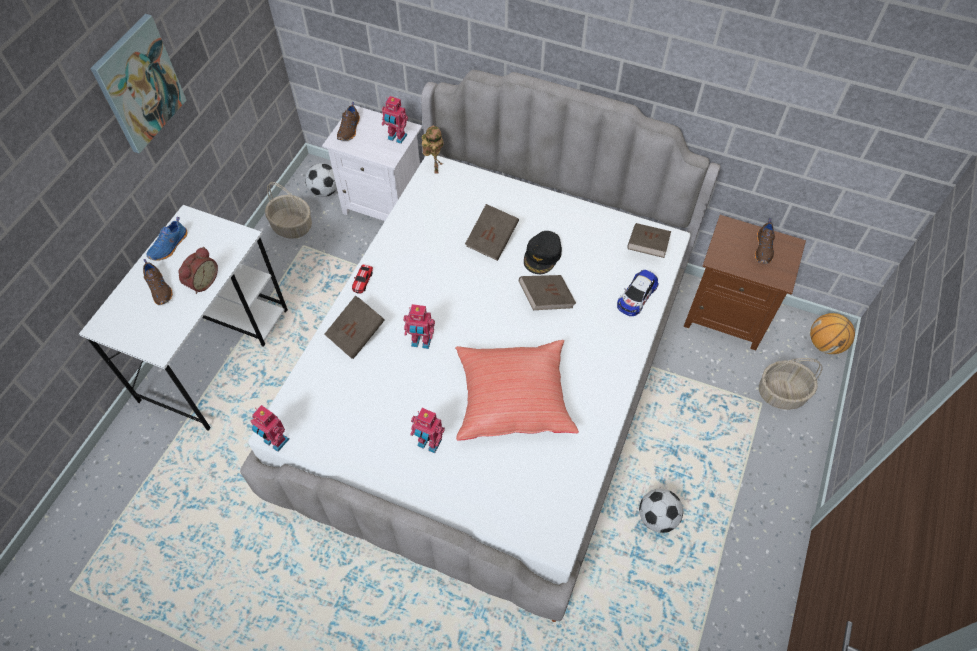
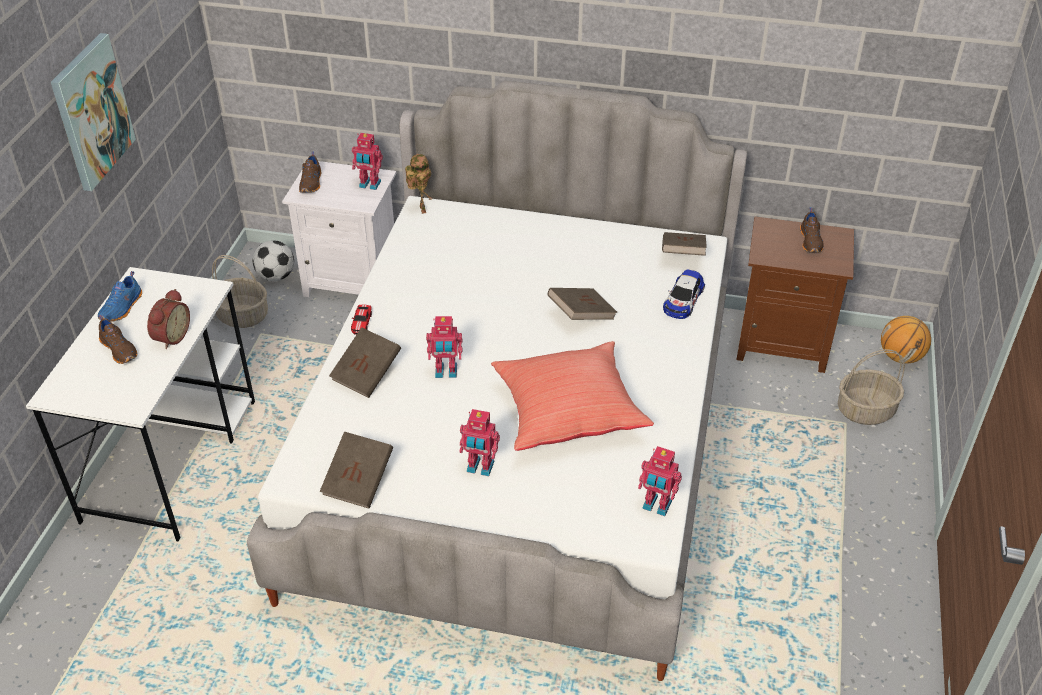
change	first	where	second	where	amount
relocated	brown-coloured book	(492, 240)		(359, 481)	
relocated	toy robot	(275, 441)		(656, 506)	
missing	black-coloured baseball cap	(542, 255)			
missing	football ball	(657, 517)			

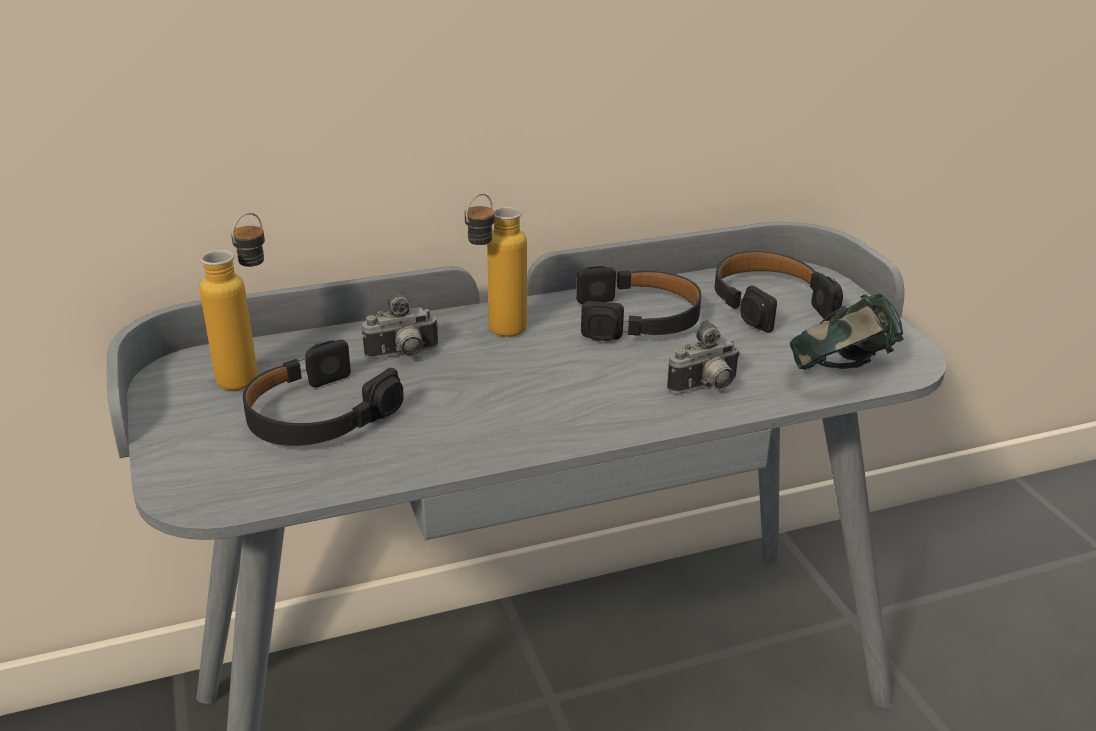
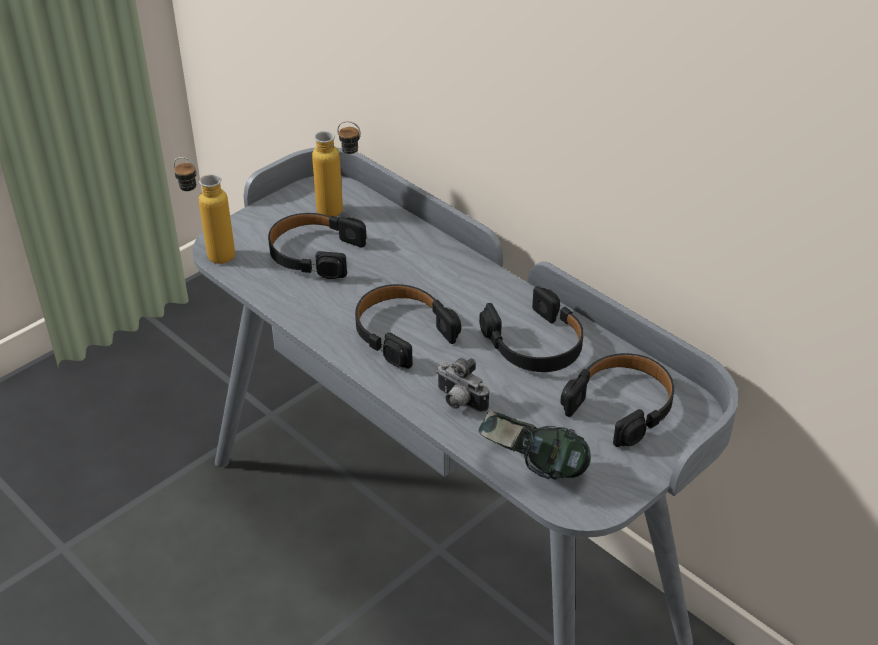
change	first	where	second	where	amount
relocated	beverage bottle	(496, 334)		(211, 254)	
appeared			black-coloured pair of headphones	(402, 332)	
missing	still camera	(403, 355)			

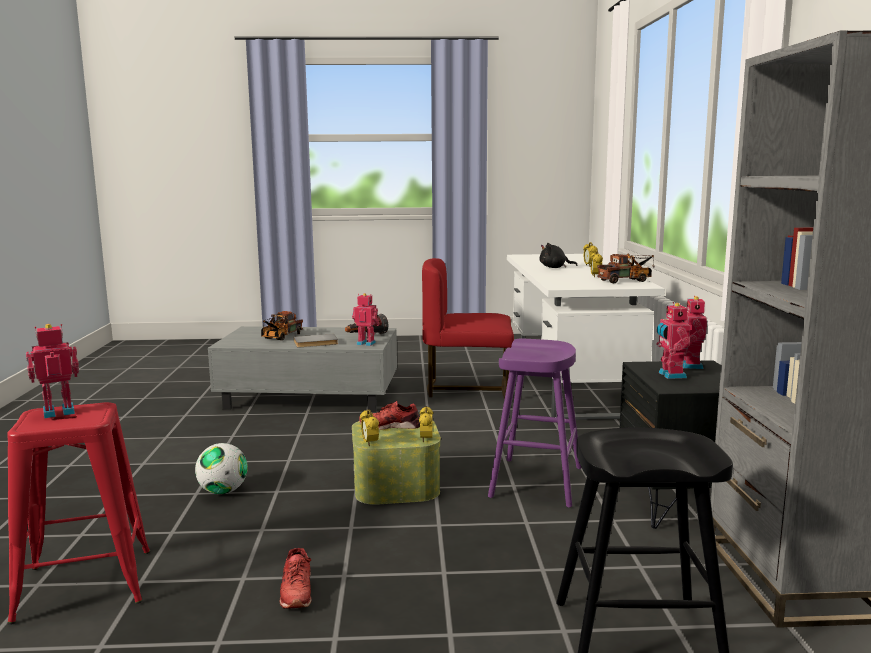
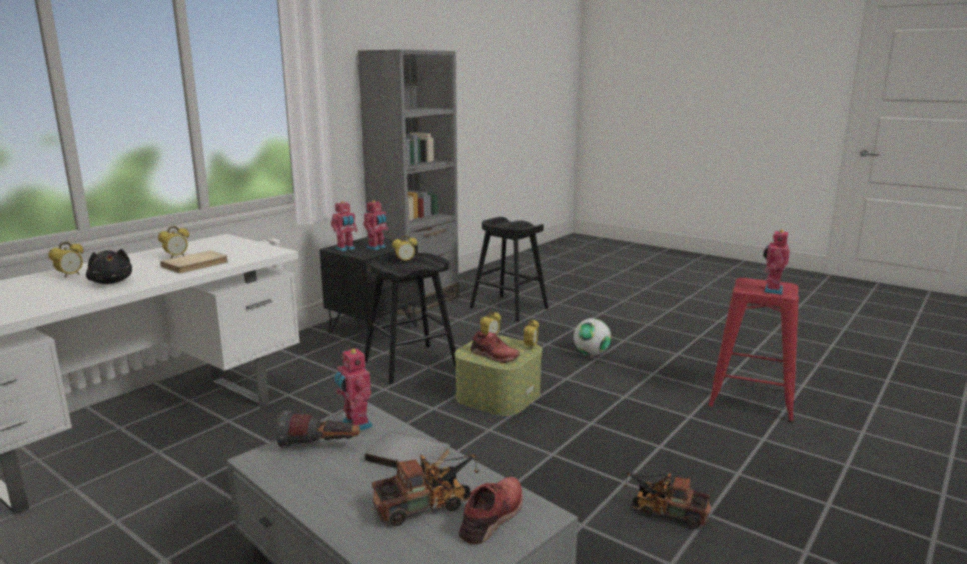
change	first	where	second	where	amount
appeared			sand-coloured book	(196, 265)	
colour	purplish stool seat	(536, 481)	black-coloured stool seat	(410, 364)	
appeared			bedside clock	(405, 261)	
relocated	red-coloured low shoe	(296, 591)		(493, 517)	
relocated	football ball	(223, 491)		(591, 354)	
relocated	model truck	(627, 281)		(664, 511)	
spun	toy robot	(58, 411)		(771, 290)	105 degrees clockwise
missing	red-coloured chair	(468, 389)			

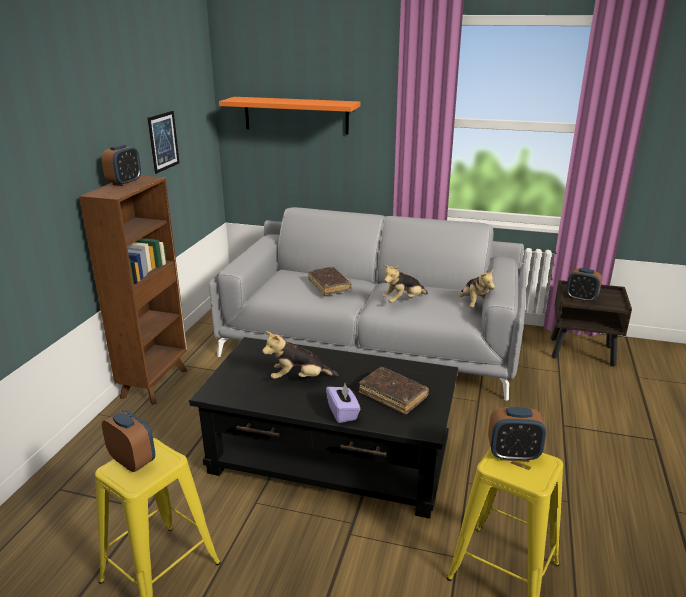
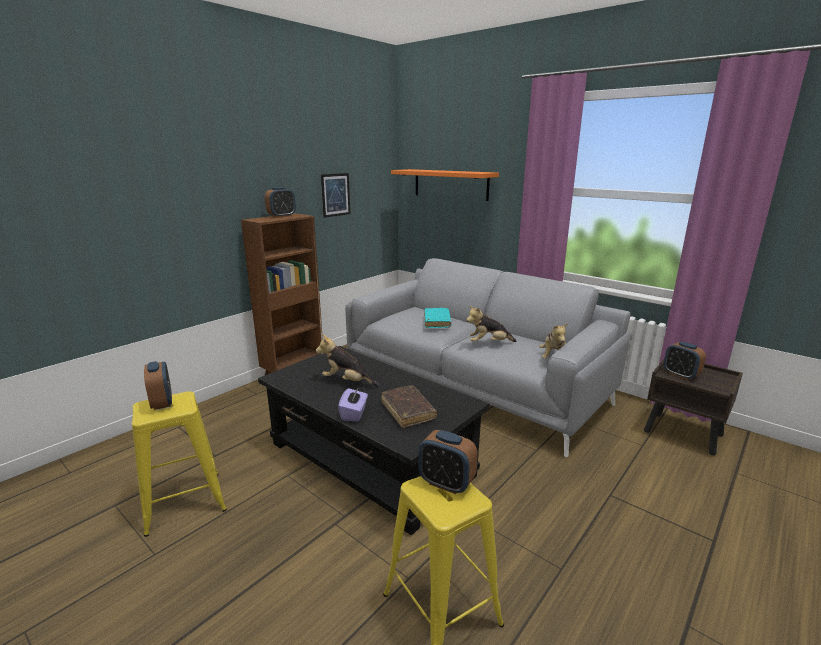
change	first	where	second	where	amount
colour	brown-coloured book	(329, 285)	turquoise book	(437, 322)	

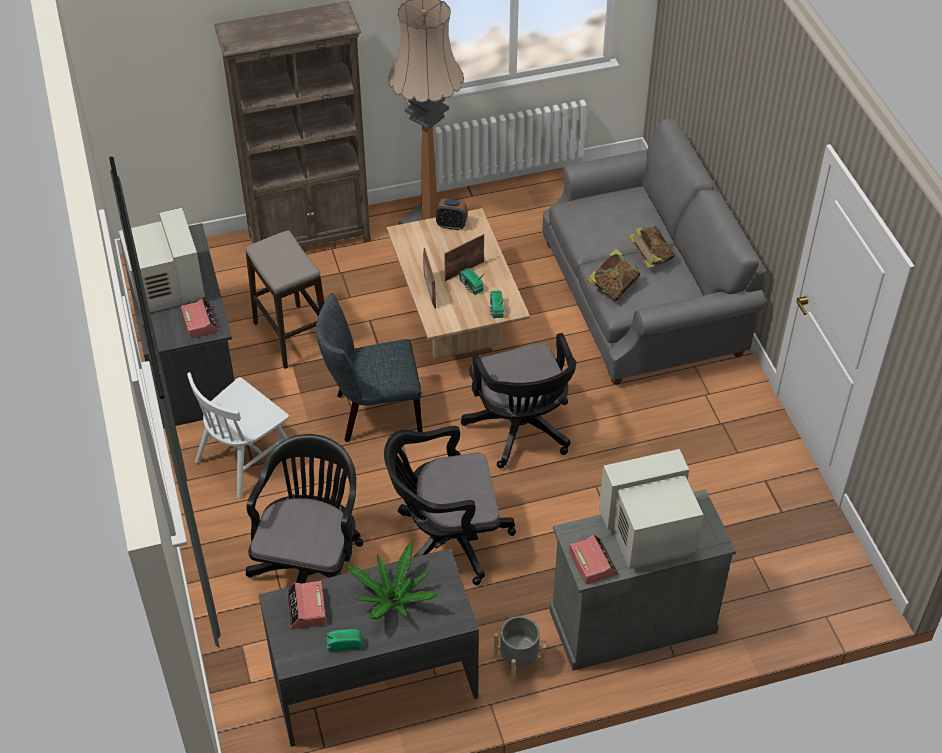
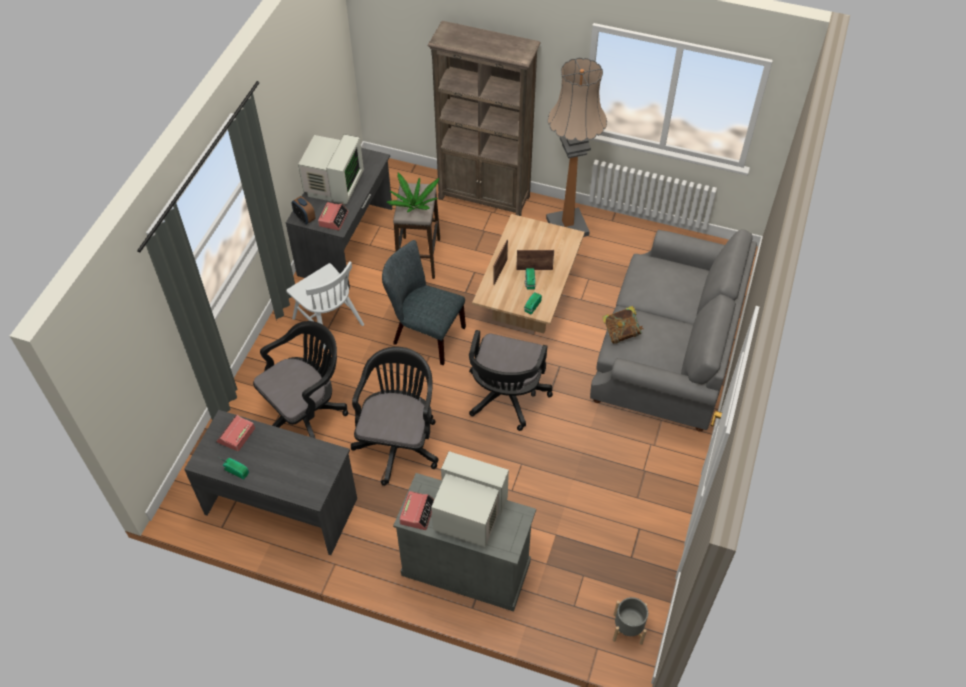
change	first	where	second	where	amount
spun	whitish chair	(246, 458)		(328, 321)	120 degrees counterclockwise
relocated	bedside clock	(451, 225)		(304, 218)	
spun	black-coloured desk chair	(446, 539)		(399, 442)	75 degrees clockwise
relocated	plant in a pot	(392, 599)		(414, 205)	
relocated	grey plant pot	(519, 662)		(628, 628)	
missing	book	(650, 258)			

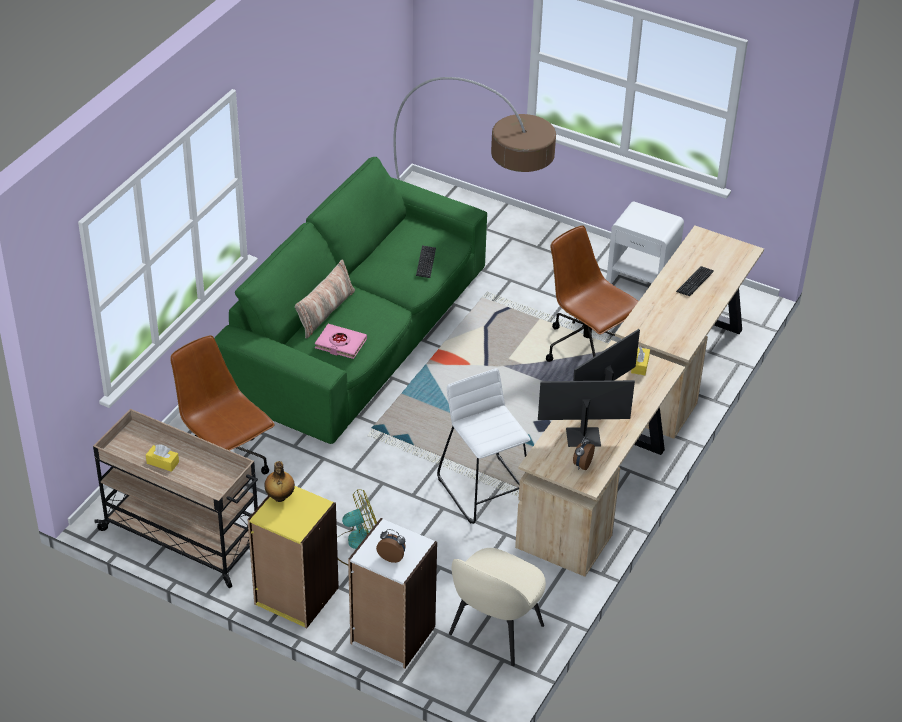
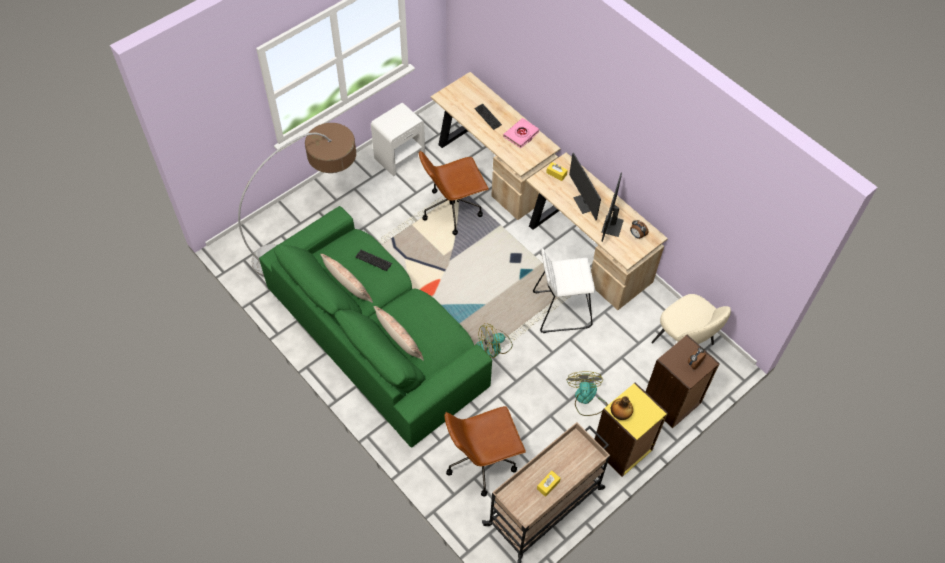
change	first	where	second	where	amount
appeared			throw pillow	(347, 285)	
appeared			fan	(494, 346)	
relocated	pink-coloured book	(340, 344)		(521, 135)	
colour	whitish shelving unit	(392, 635)	brown-coloured shelving unit	(672, 402)	

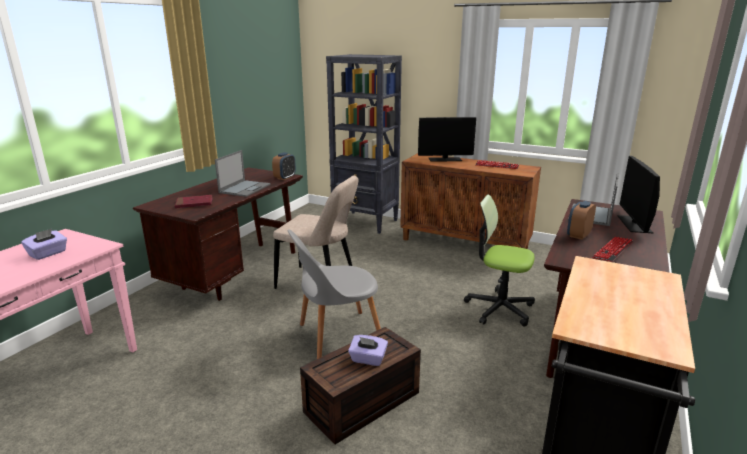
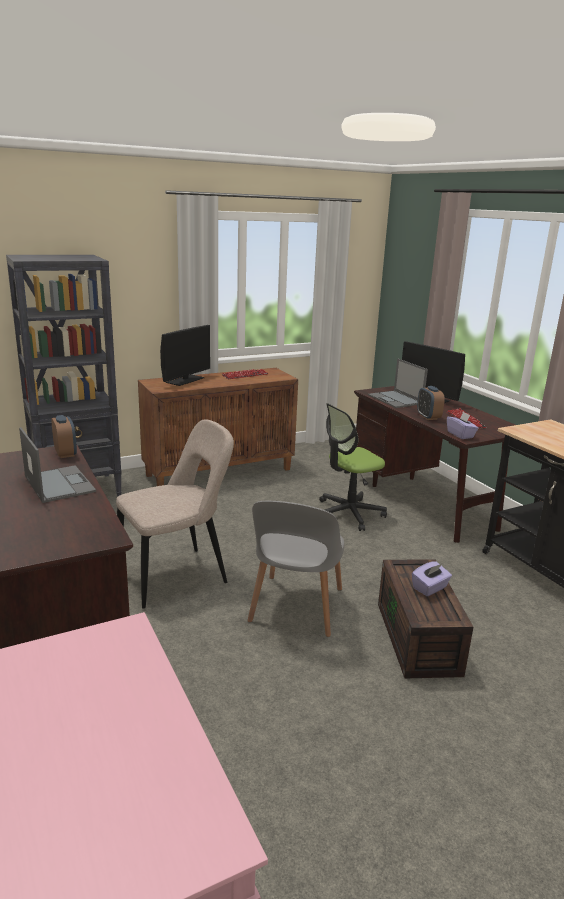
change	first	where	second	where	amount
relocated	purplish tissue holder	(48, 254)		(460, 435)	
missing	red-coloured book	(194, 203)			

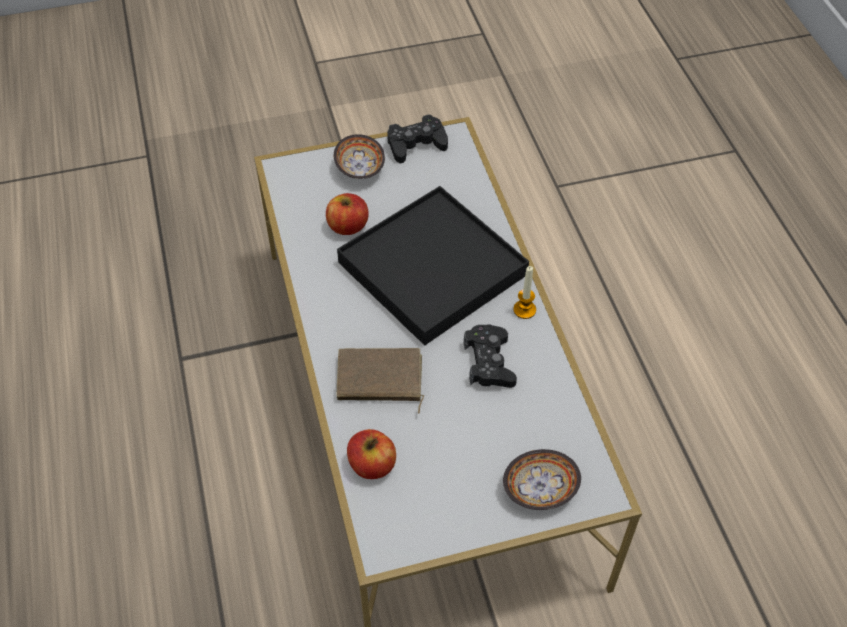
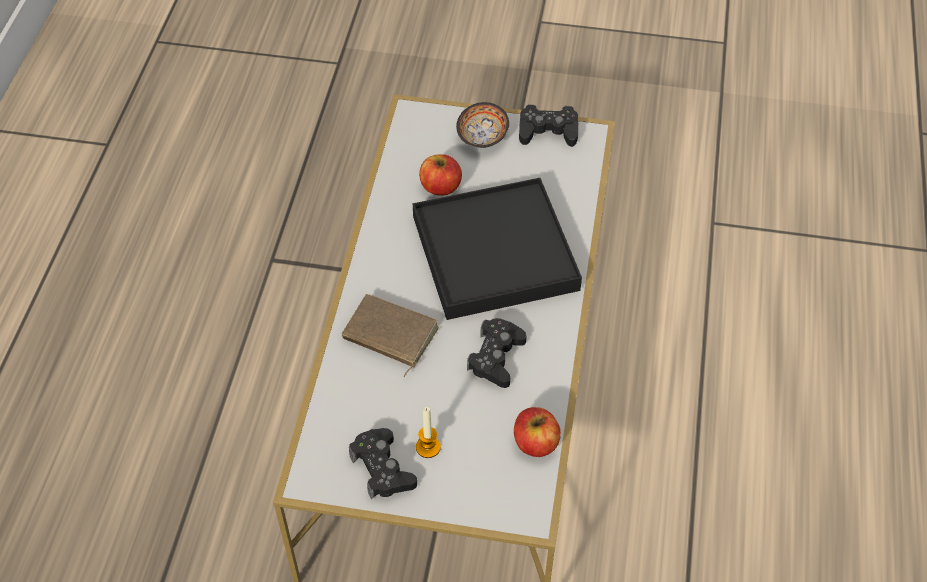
change	first	where	second	where	amount
appeared			black-coloured game controller	(382, 469)	
relocated	candle	(524, 310)		(428, 447)	
relocated	apple fruit	(372, 465)		(535, 443)	
missing	bowl	(540, 489)			

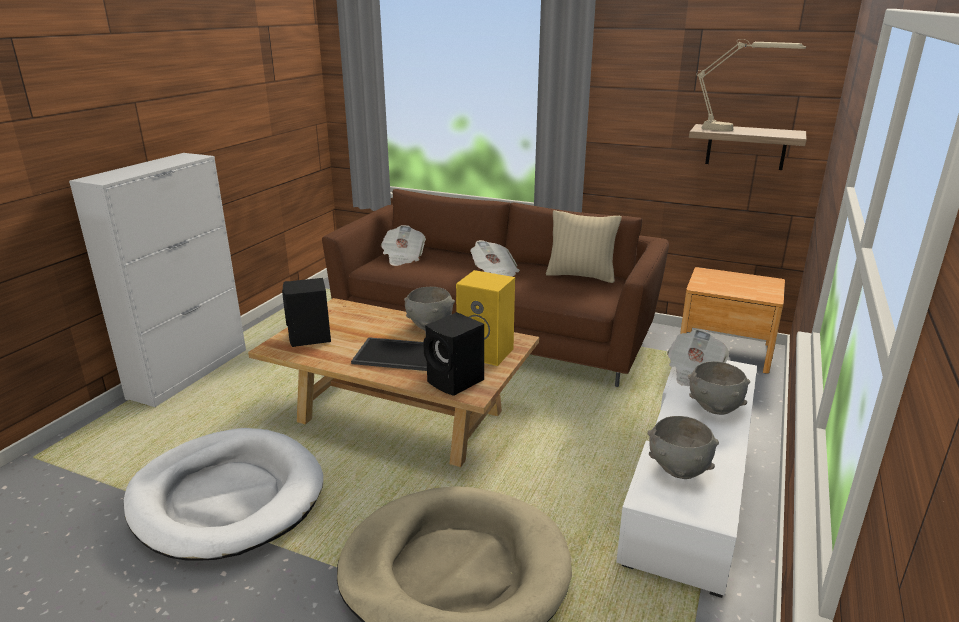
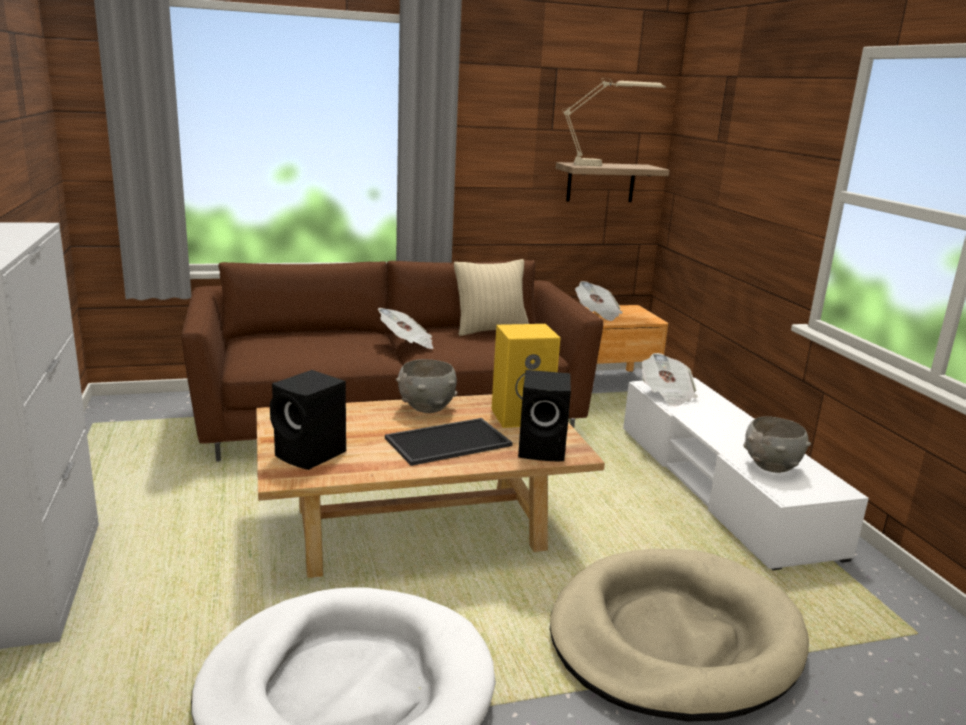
change	first	where	second	where	amount
relocated	daily paper	(403, 257)		(597, 314)	
missing	grey bowl	(714, 408)			

